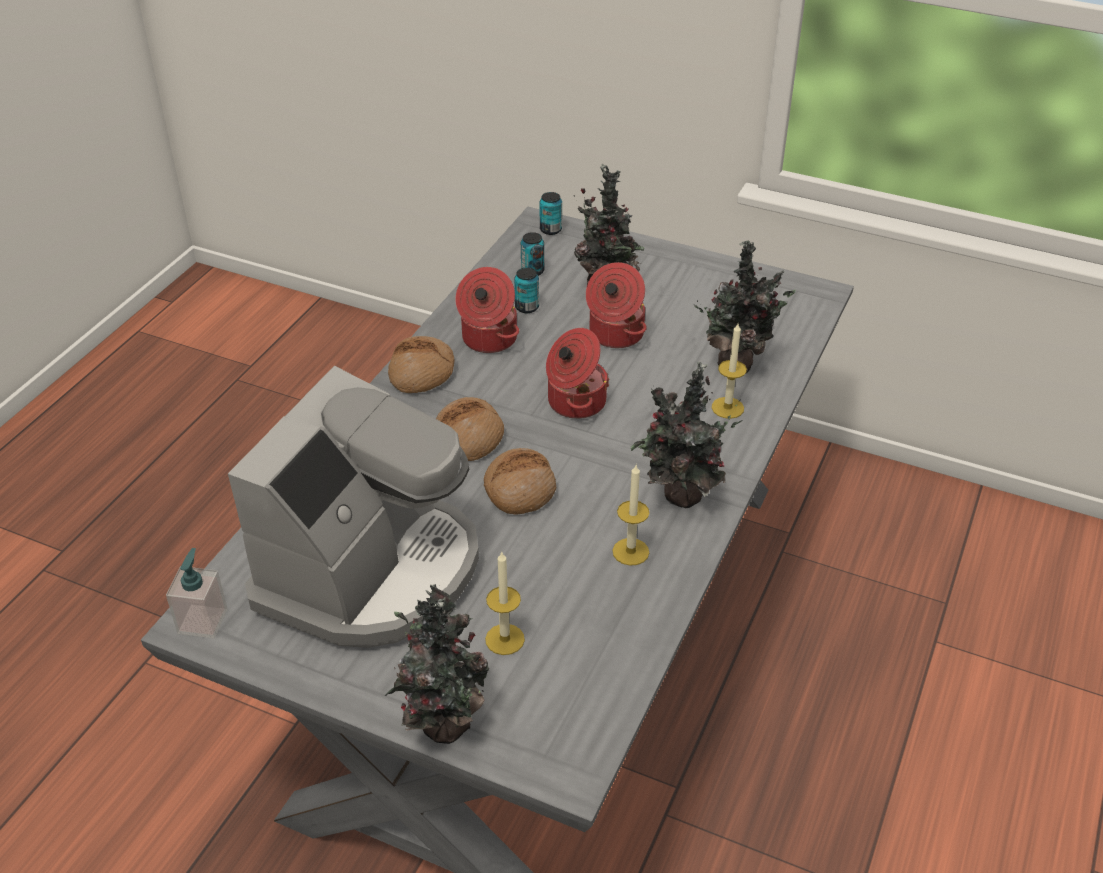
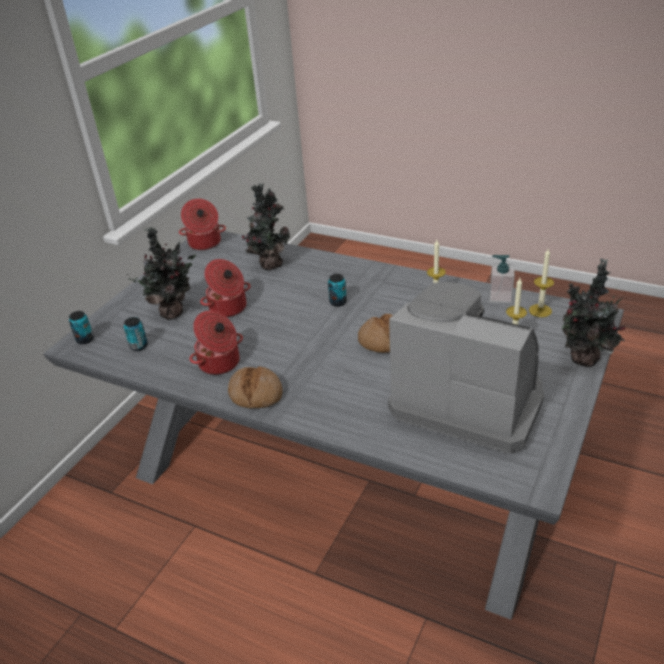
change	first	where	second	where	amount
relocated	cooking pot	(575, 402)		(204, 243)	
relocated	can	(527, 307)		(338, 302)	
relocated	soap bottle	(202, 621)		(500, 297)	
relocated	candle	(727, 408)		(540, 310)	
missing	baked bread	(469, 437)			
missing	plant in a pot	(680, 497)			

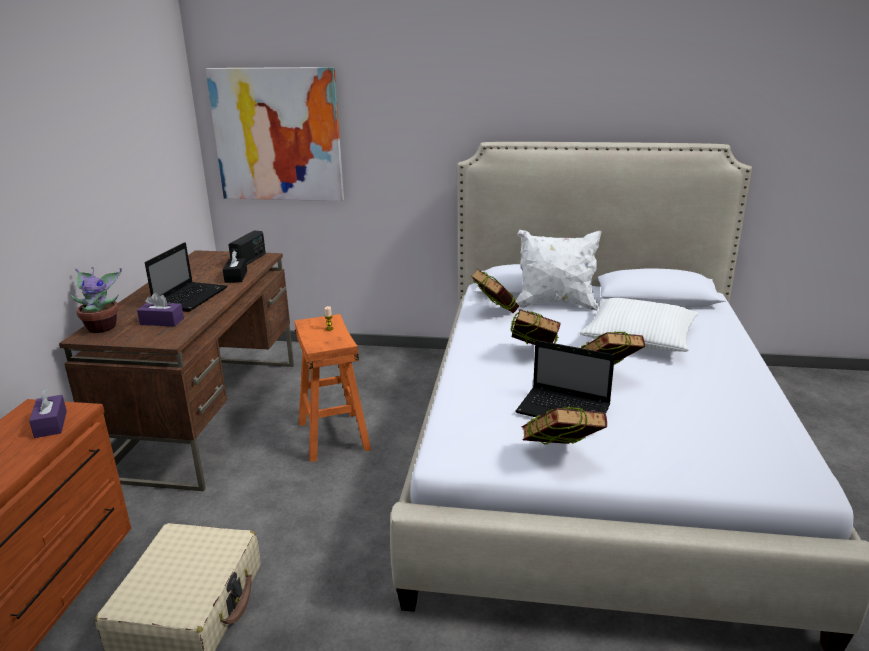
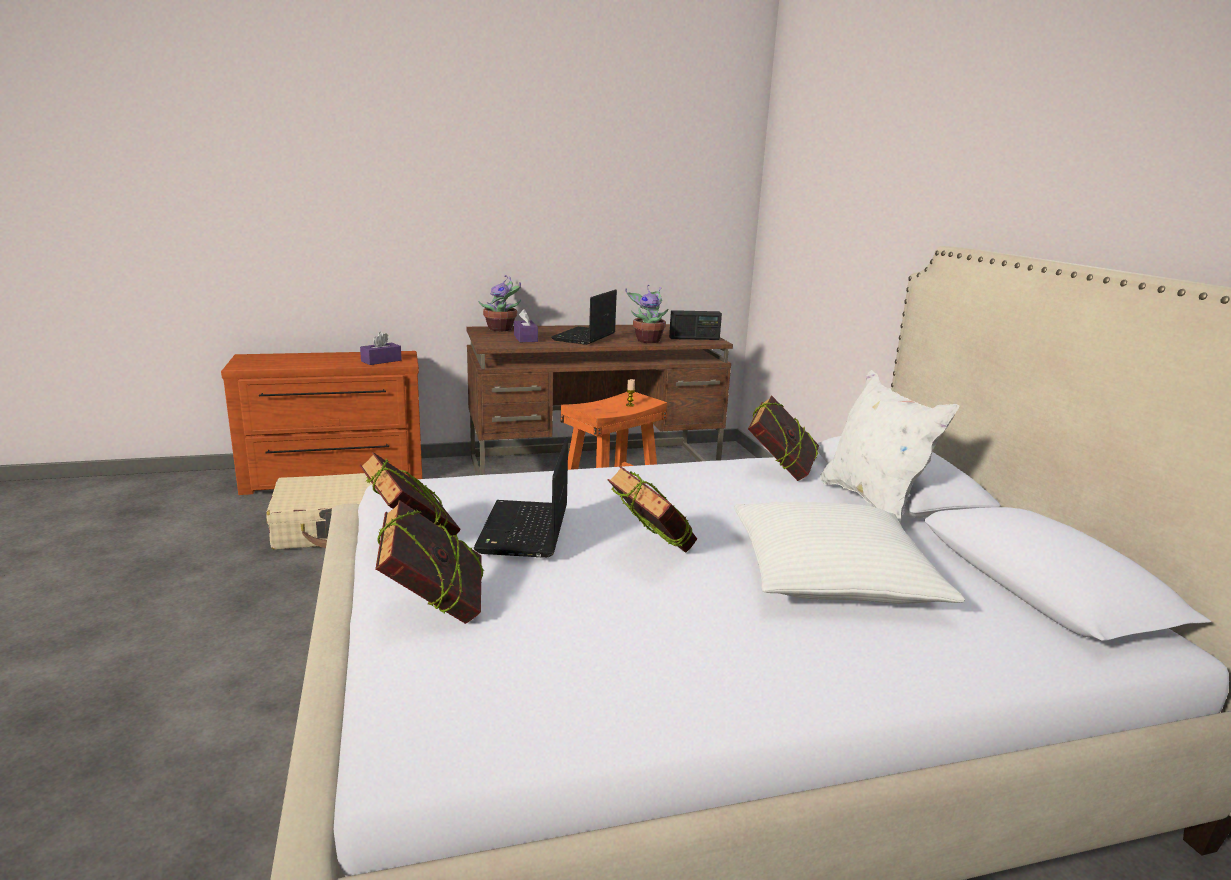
change	first	where	second	where	amount
relocated	book	(533, 355)		(434, 610)	
spun	notebook computer	(191, 297)		(584, 337)	120 degrees clockwise
exchanged	black-coloured tissue holder	(236, 277)	plant in a pot	(647, 340)	
missing	wall picture	(277, 135)			

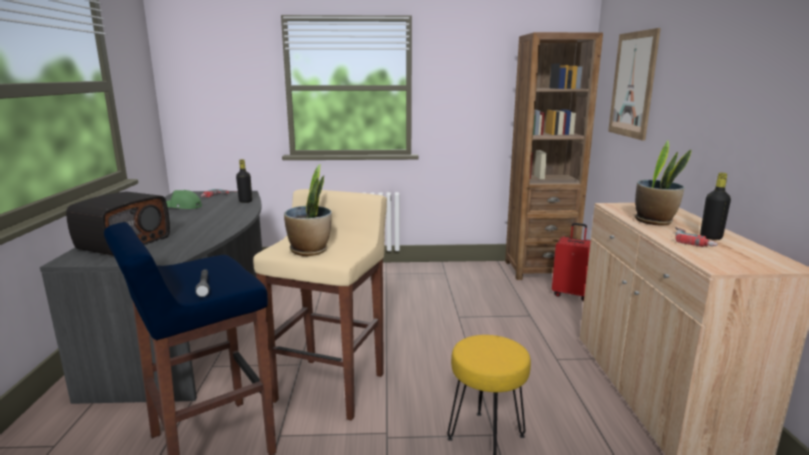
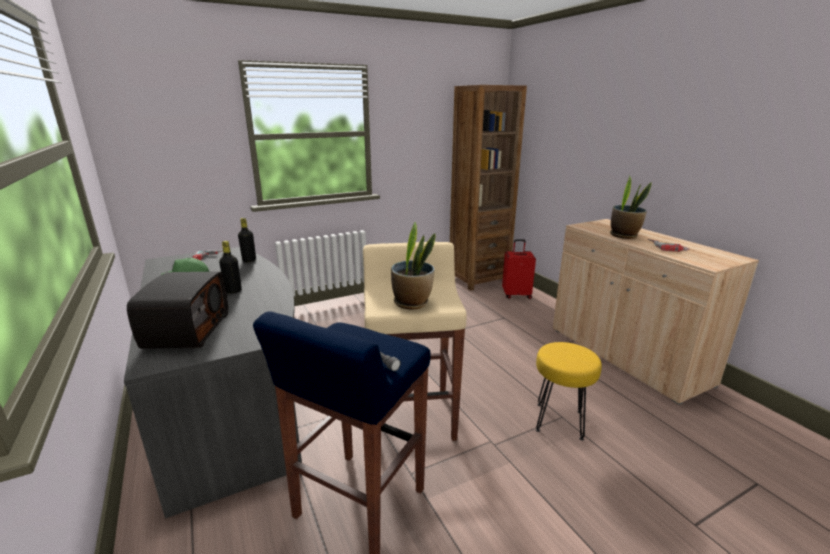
change	first	where	second	where	amount
relocated	black-coloured beverage bottle	(711, 237)		(233, 291)	
missing	wall picture	(633, 85)			

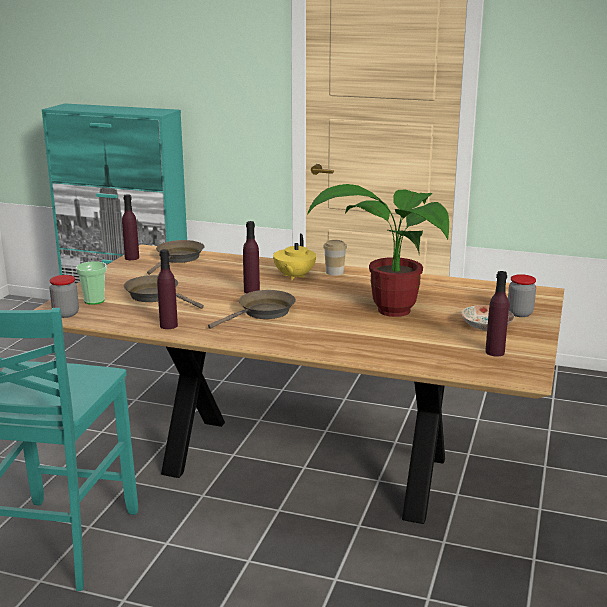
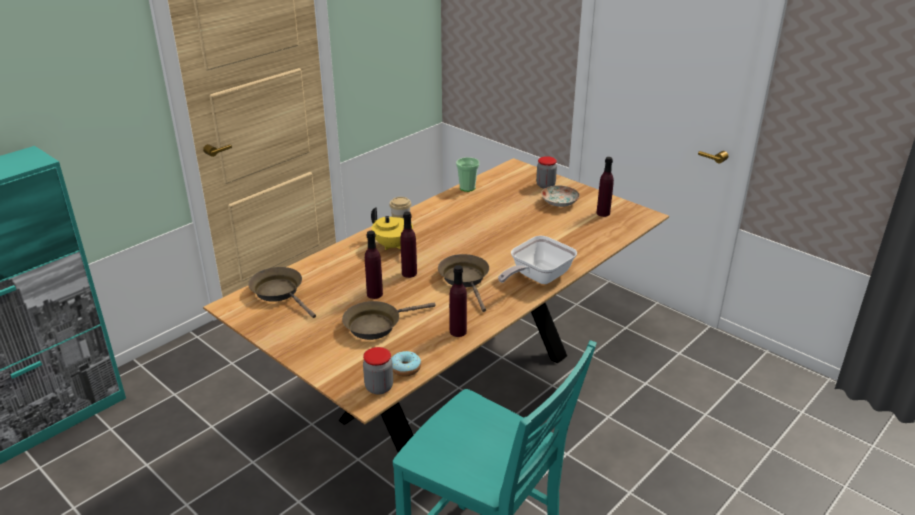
change	first	where	second	where	amount
relocated	purplish beverage bottle	(132, 258)		(374, 294)	
appeared			donut	(405, 368)	
relocated	small cup	(94, 300)		(467, 188)	
appeared			pan	(537, 278)	
missing	plant in a pot	(387, 311)			

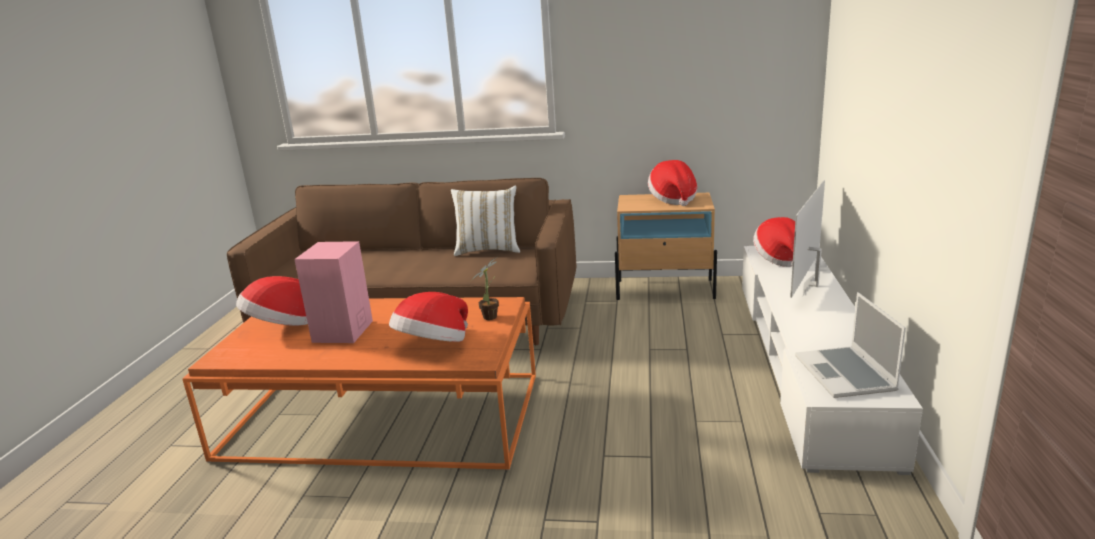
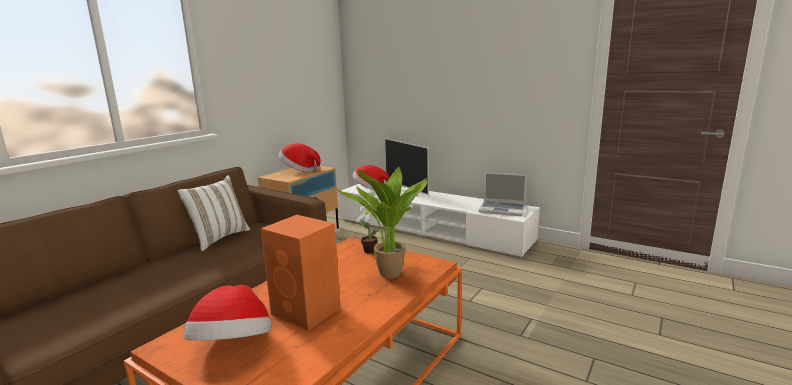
change	first	where	second	where	amount
colour	pink-coloured audio speaker	(342, 332)	orange audio speaker	(307, 312)	
exchanged	clothing hat	(433, 346)	plant in a pot	(393, 276)	

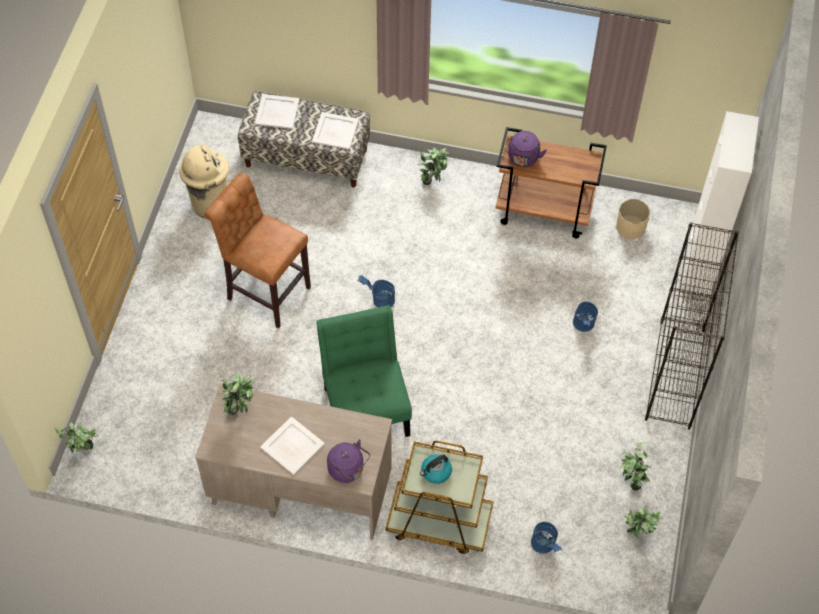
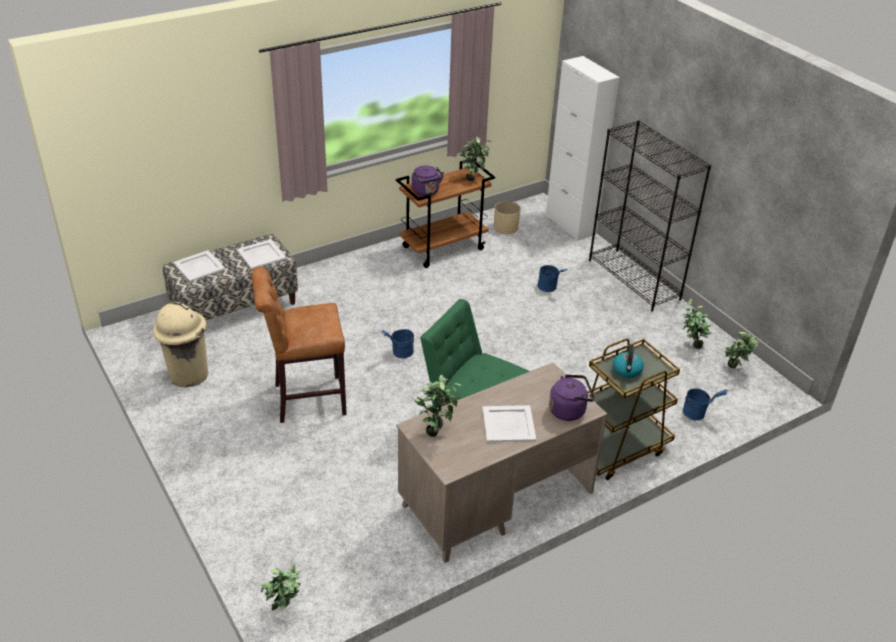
change	first	where	second	where	amount
relocated	plant in a pot	(433, 181)		(473, 178)	

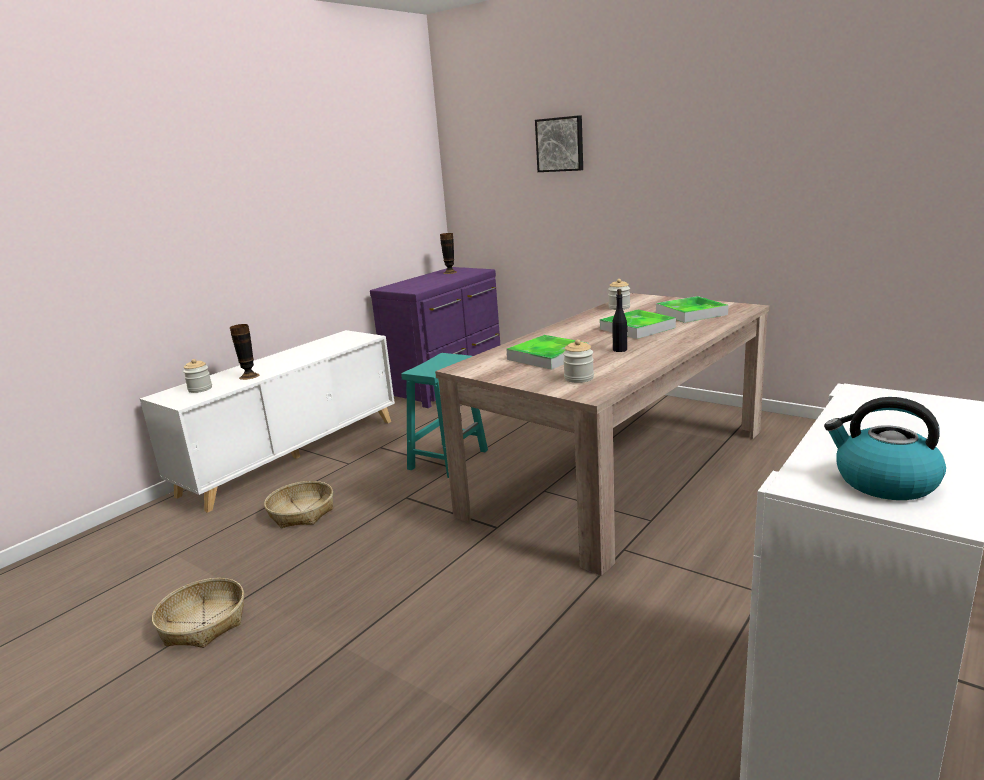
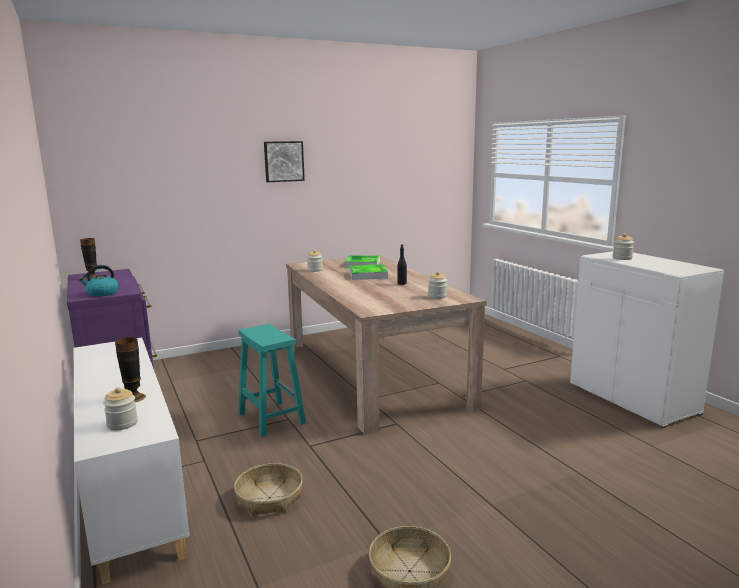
change	first	where	second	where	amount
relocated	water kettle	(883, 482)		(102, 293)	
relocated	wall picture	(560, 144)		(283, 161)	
appeared			preserve jar	(622, 258)	
missing	serving tray	(548, 356)			

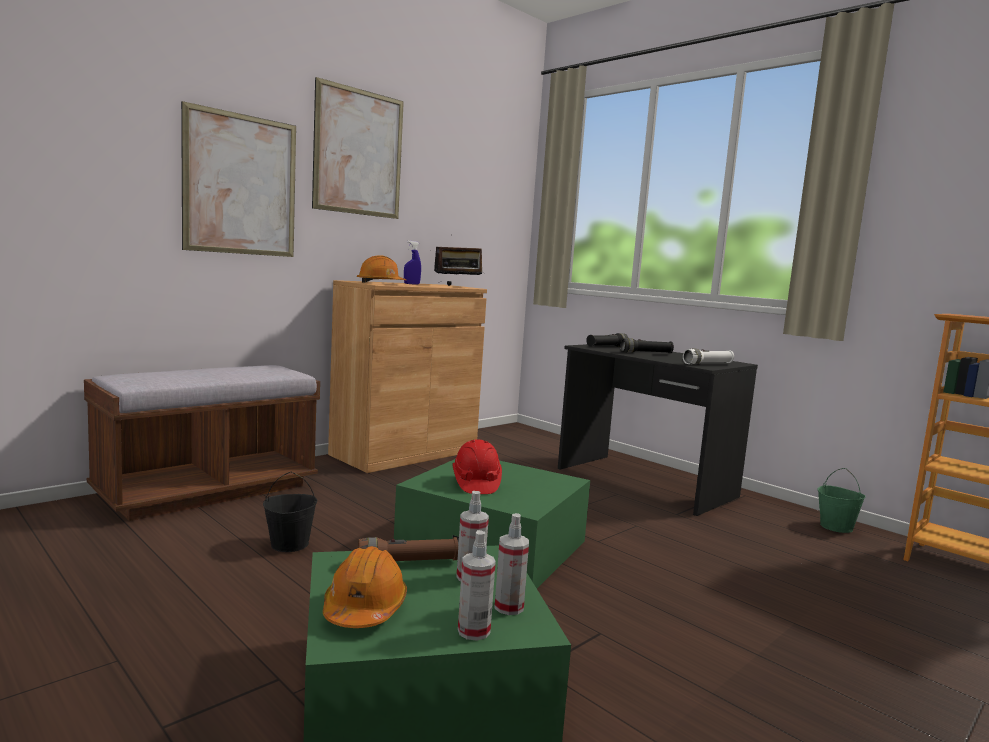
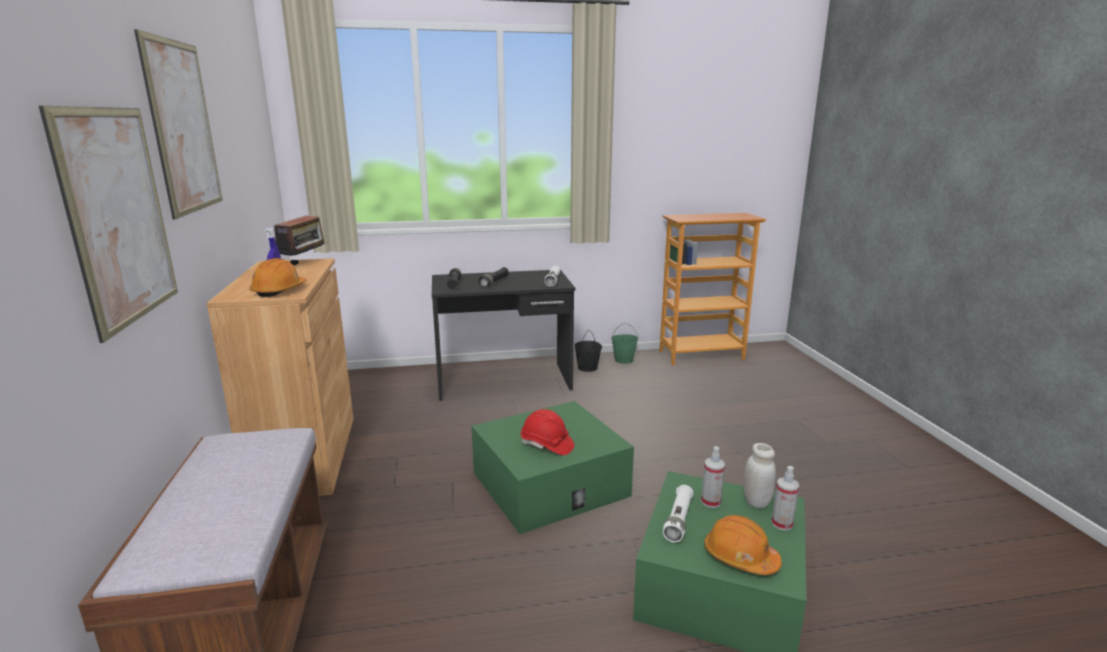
change	first	where	second	where	amount
relocated	black-coloured pail	(290, 544)		(587, 368)	
colour	brown-coloured torch	(407, 563)	whitish torch	(678, 520)	
exchanged	spray bottle	(509, 607)	whitish preserve jar	(756, 502)	

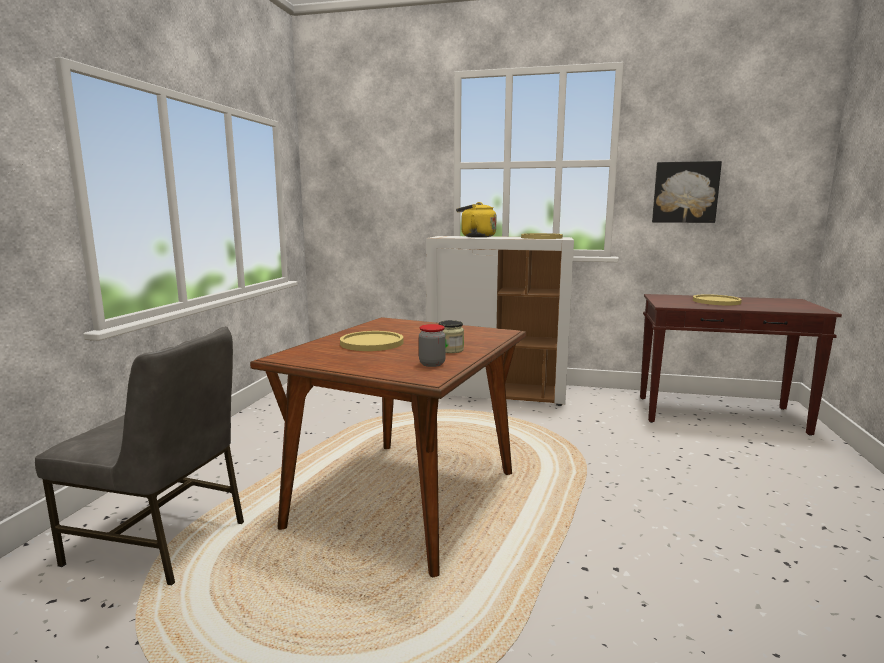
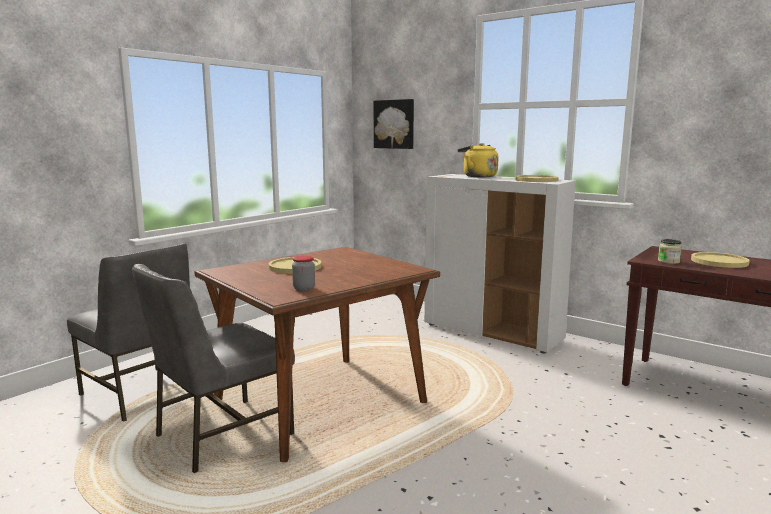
change	first	where	second	where	amount
appeared			grey chair	(221, 435)	
relocated	wall picture	(685, 192)		(394, 124)	
relocated	preserve jar	(450, 350)		(668, 261)	

